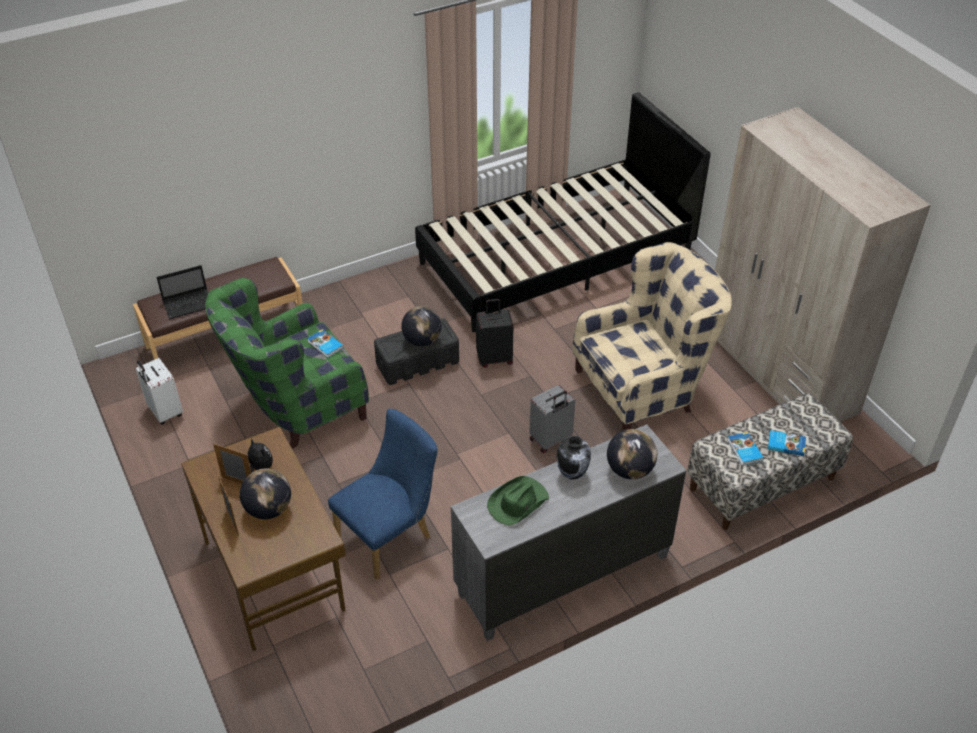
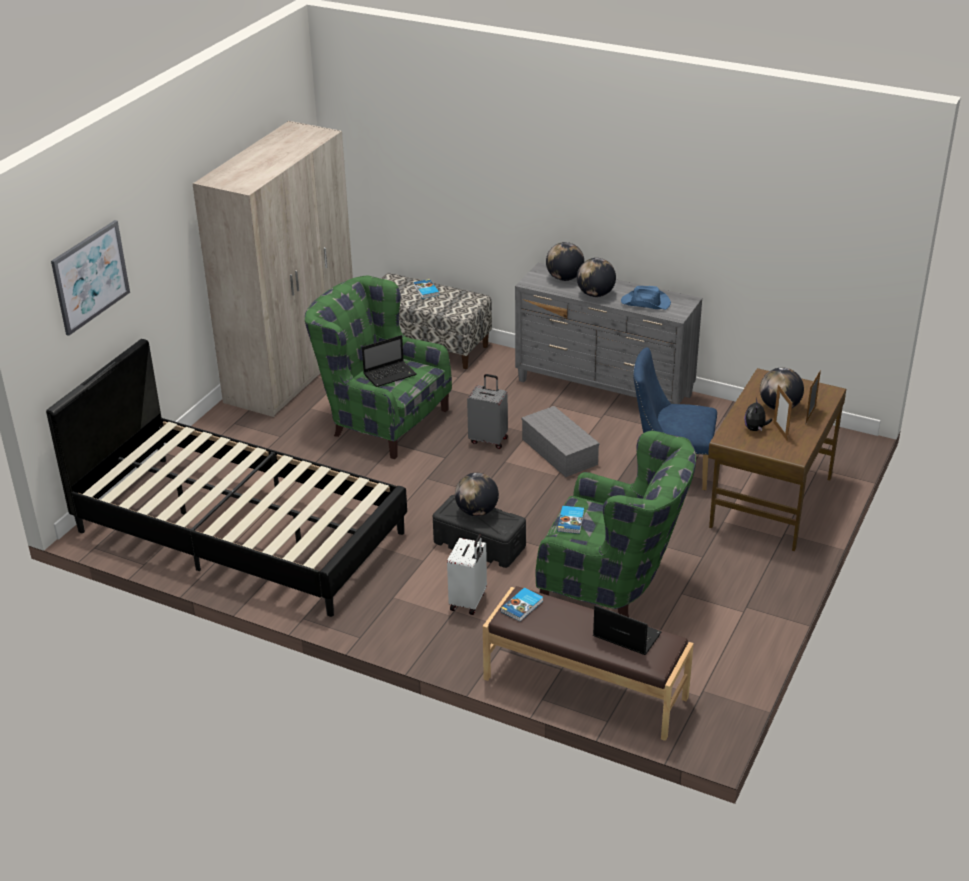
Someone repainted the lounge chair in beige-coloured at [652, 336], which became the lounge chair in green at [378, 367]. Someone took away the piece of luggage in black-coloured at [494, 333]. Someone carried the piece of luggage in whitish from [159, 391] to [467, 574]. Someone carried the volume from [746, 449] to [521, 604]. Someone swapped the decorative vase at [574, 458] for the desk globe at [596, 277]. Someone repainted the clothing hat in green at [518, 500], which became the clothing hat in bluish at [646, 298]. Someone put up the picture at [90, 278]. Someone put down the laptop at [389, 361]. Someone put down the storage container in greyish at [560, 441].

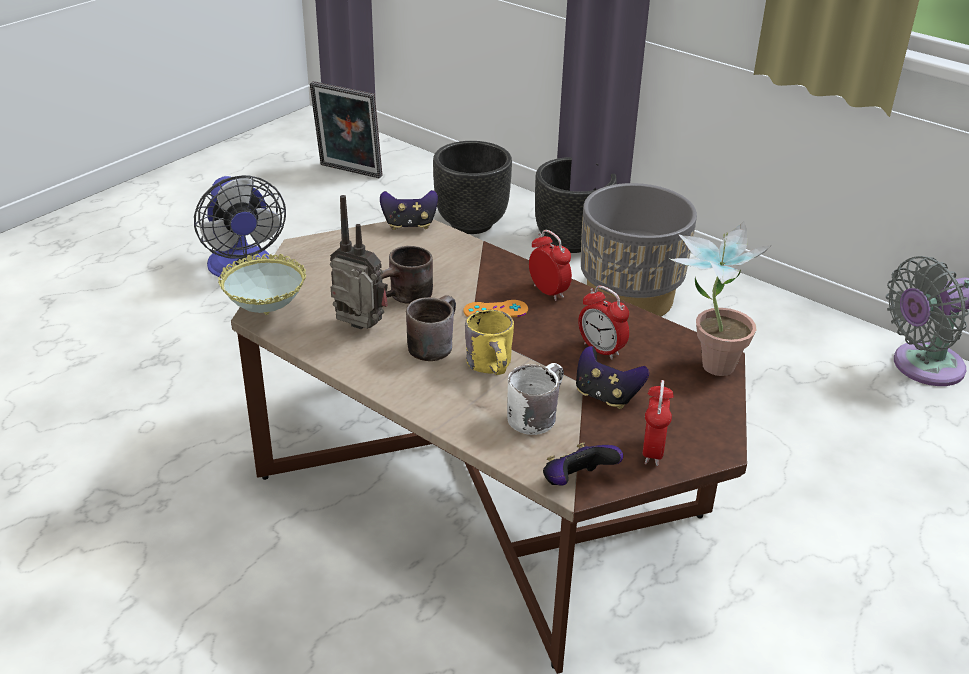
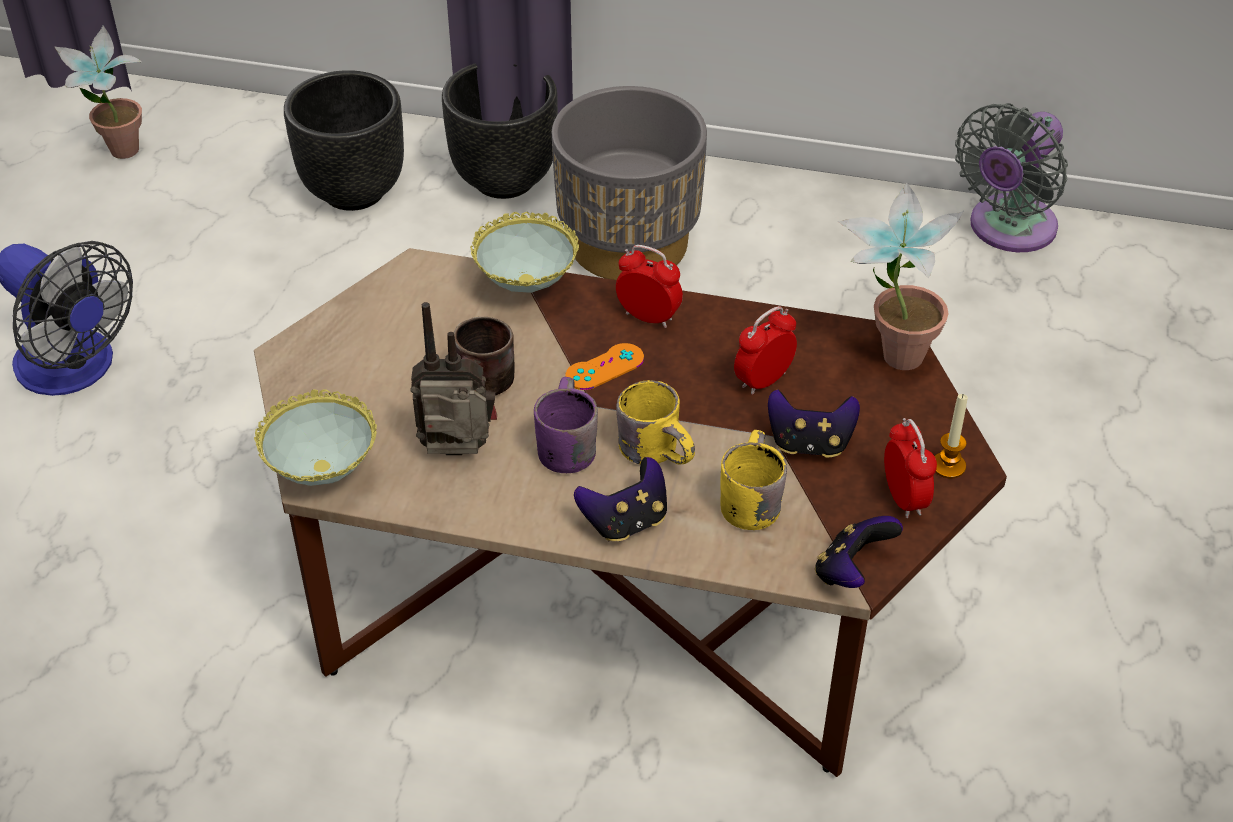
Someone swapped the photo frame at [346, 129] for the potted plant at [98, 92]. Someone carried the joypad from [409, 210] to [620, 499]. Someone rotated the alarm clock at [603, 323] by 120 degrees clockwise. Someone repainted the mug in brown at [431, 328], which became the mug in purple-coloured at [566, 425]. Someone repainted the mug in whitish at [535, 399], which became the mug in yellow at [753, 480]. Someone put down the serving bowl at [524, 252]. Someone put down the wax candle at [951, 436].

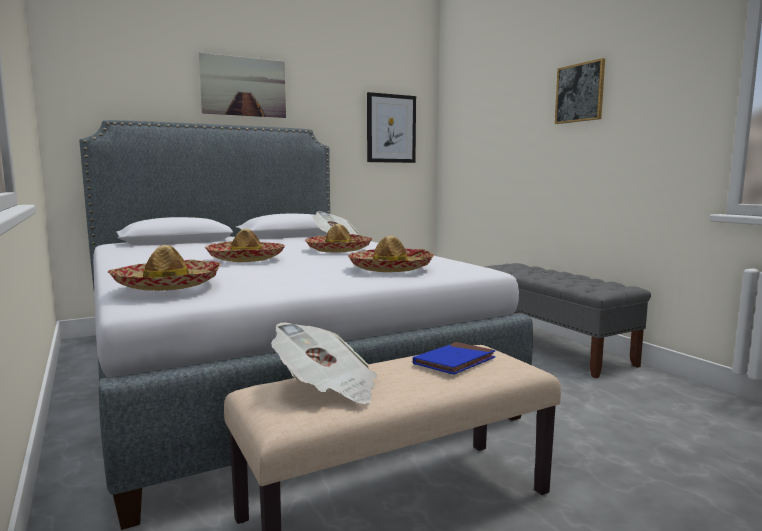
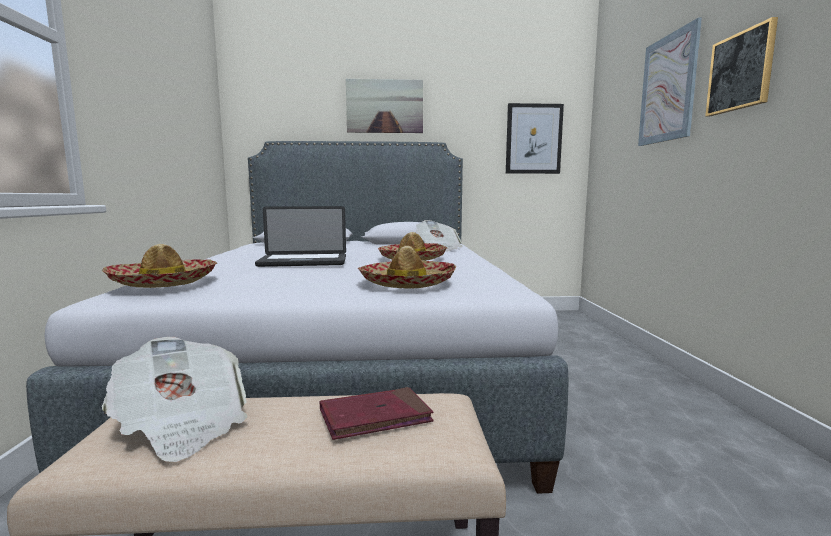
Someone swapped the clothing hat at [245, 245] for the laptop at [300, 236]. Someone took away the indoor bench in greyish at [568, 320]. Someone repainted the volume in bluish at [454, 358], which became the volume in red-coloured at [377, 413]. Someone put up the picture at [670, 81].

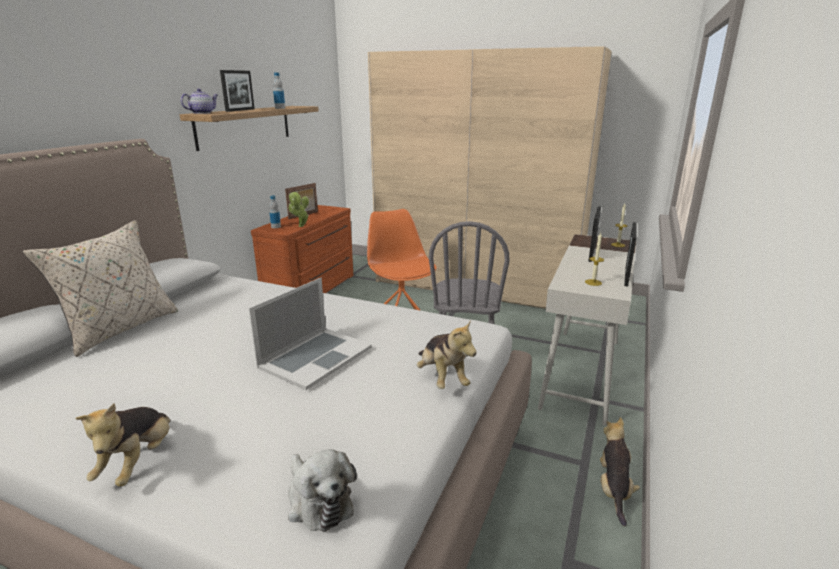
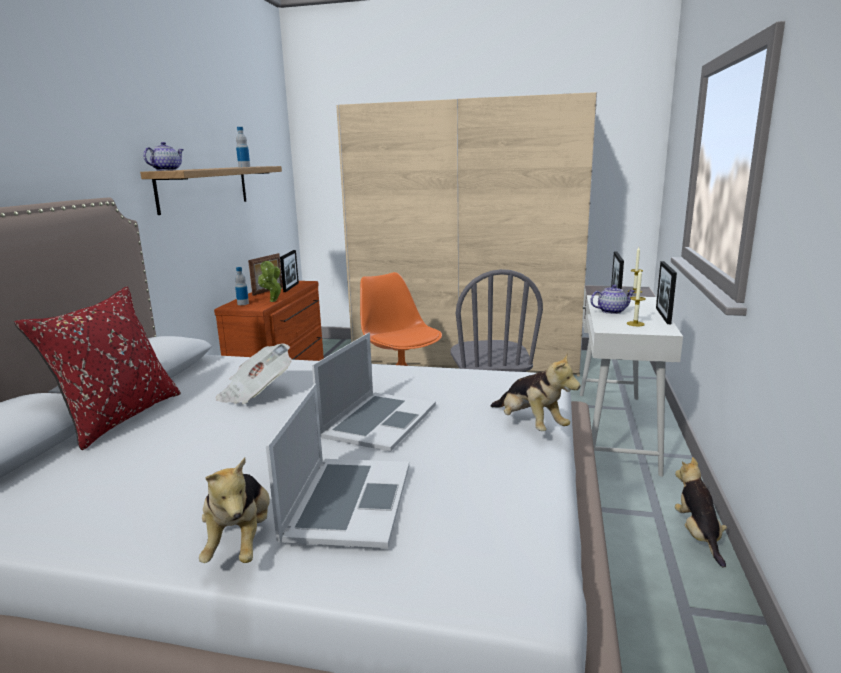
Someone carried the photo frame from [237, 91] to [289, 271]. Someone repainted the pillow in beige-coloured at [100, 288], which became the pillow in red-coloured at [97, 368]. Someone took away the soft toy at [322, 490]. Someone put down the pot for tea at [612, 299]. Someone put down the newspaper at [253, 373]. Someone put down the laptop at [337, 465].

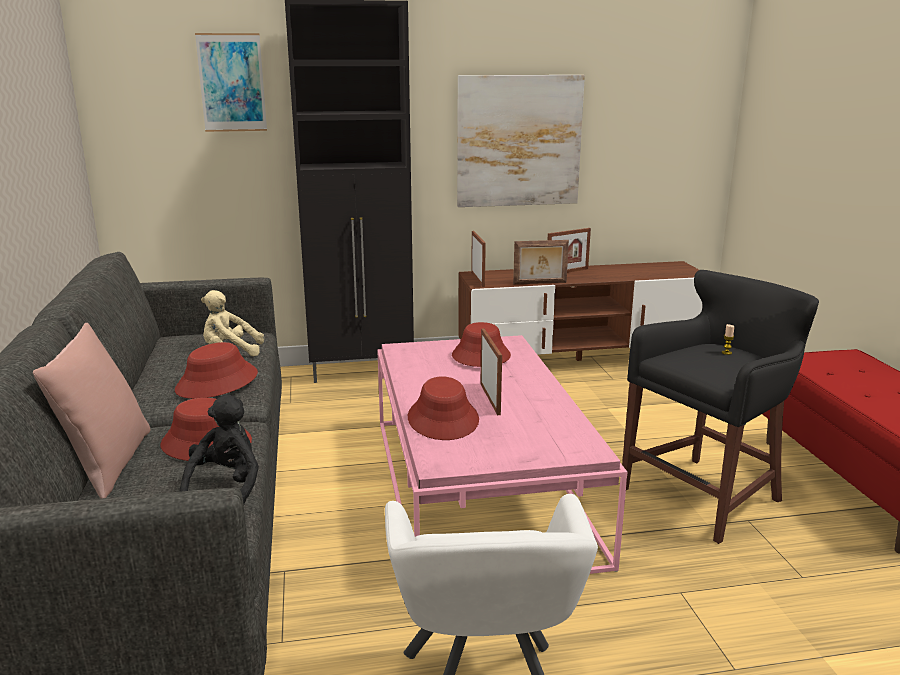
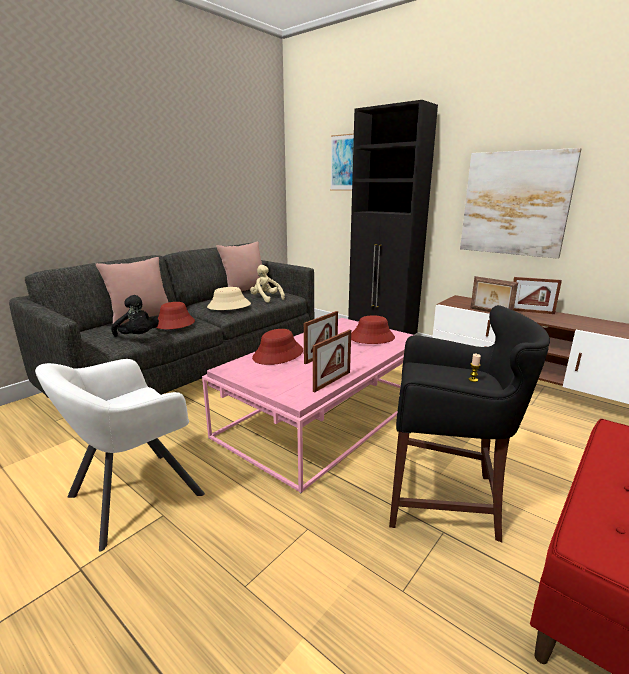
Someone carried the photo frame from [478, 259] to [332, 361]. Someone repainted the clothing hat in red-coloured at [216, 370], which became the clothing hat in beige-coloured at [229, 298]. Someone rotated the soft toy in black-coloured at [219, 449] by 75 degrees clockwise. Someone put down the pillow in pinkish at [242, 267].

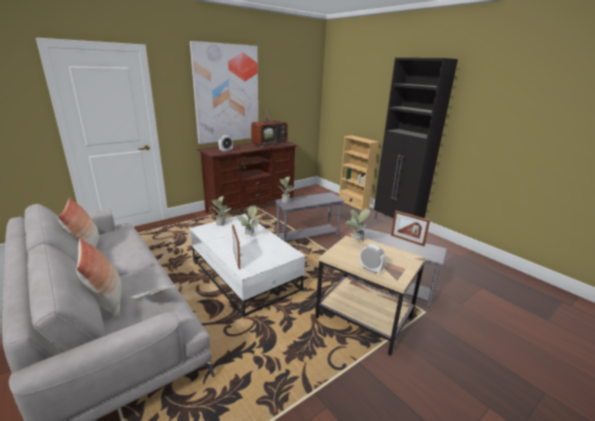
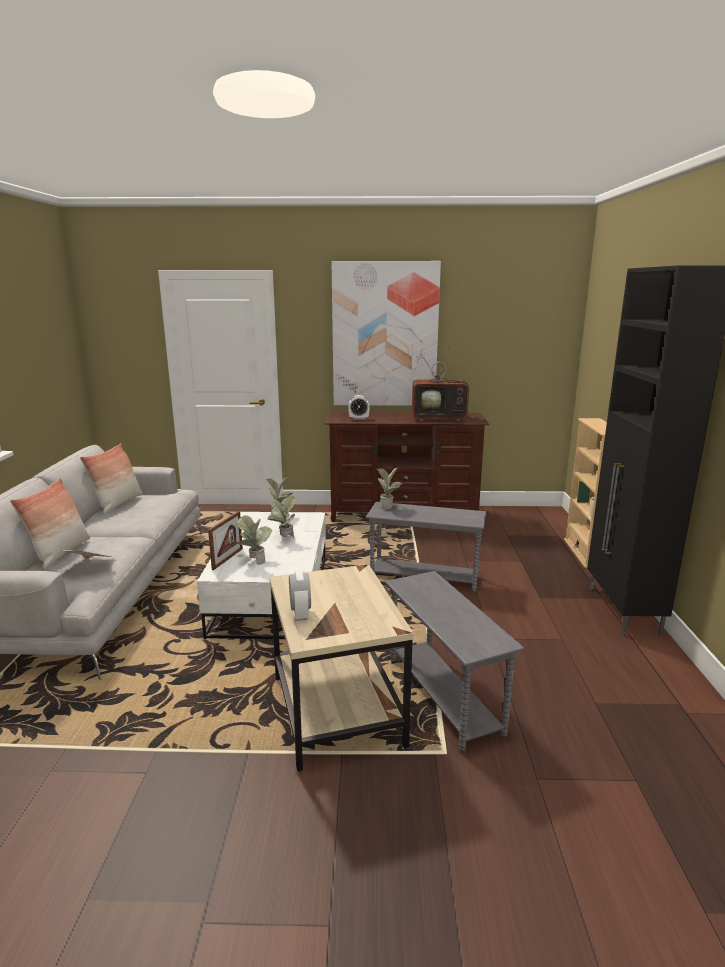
Someone carried the potted plant from [357, 225] to [254, 540]. Someone took away the photo frame at [410, 228].

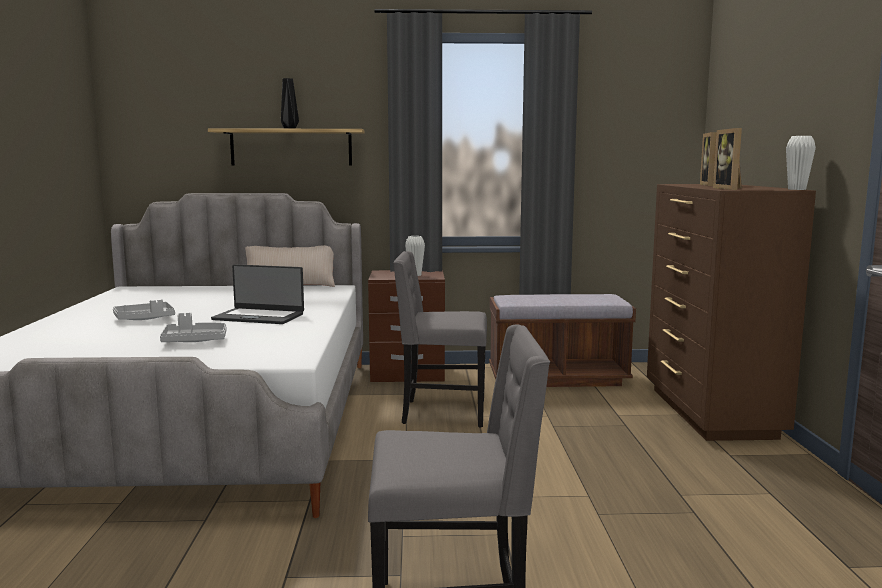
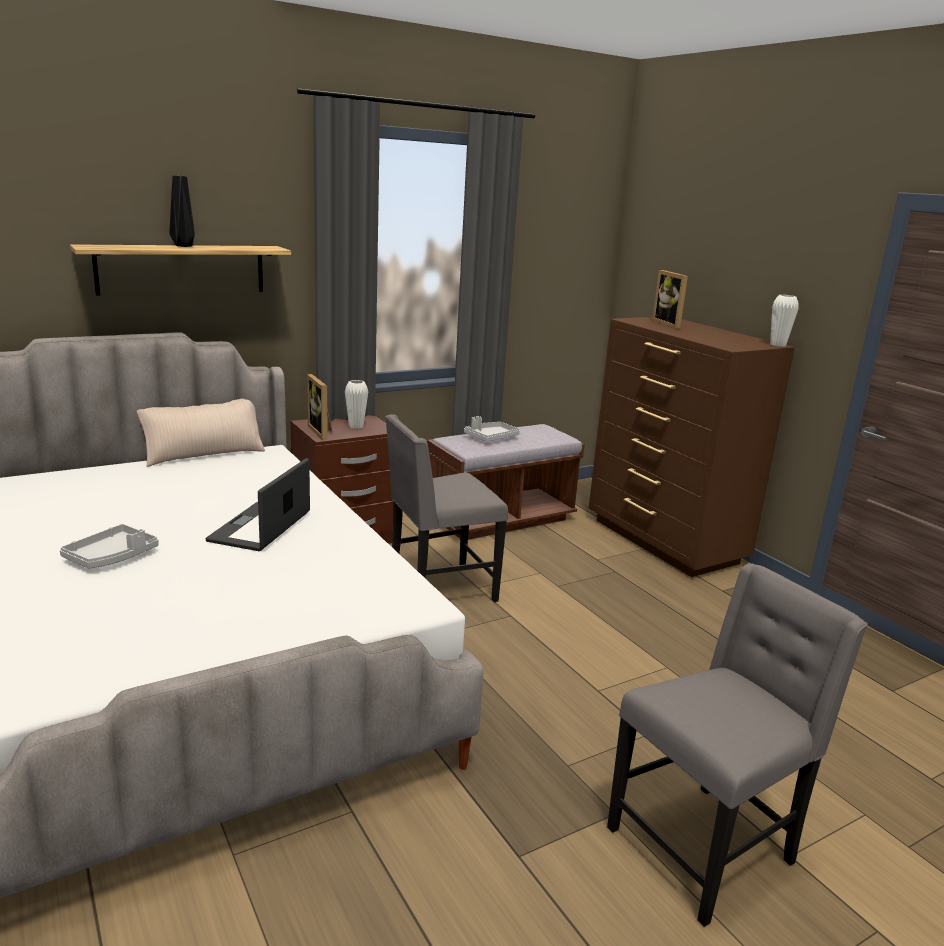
Someone carried the photo frame from [727, 159] to [319, 407]. Someone rotated the laptop at [257, 294] by 120 degrees clockwise. Someone carried the carrying tray in greyish from [193, 327] to [492, 429].

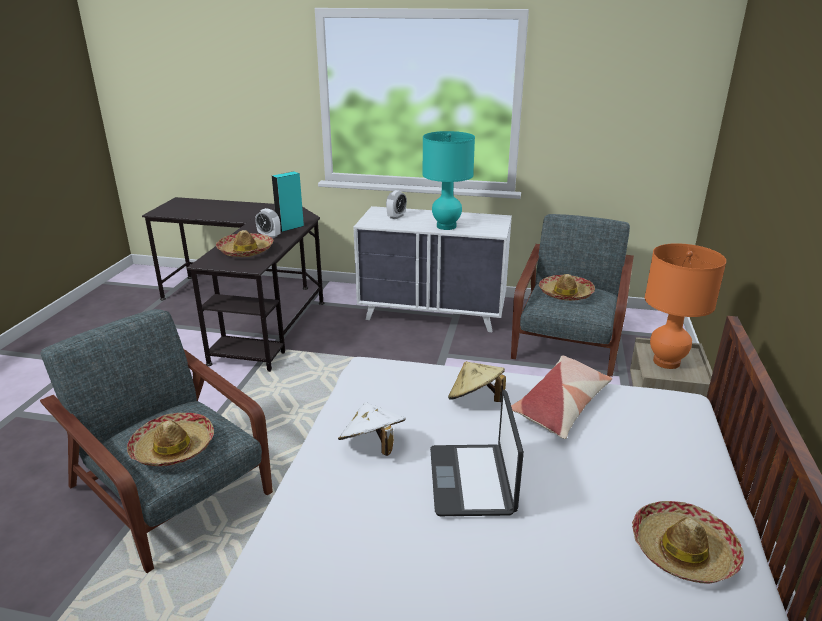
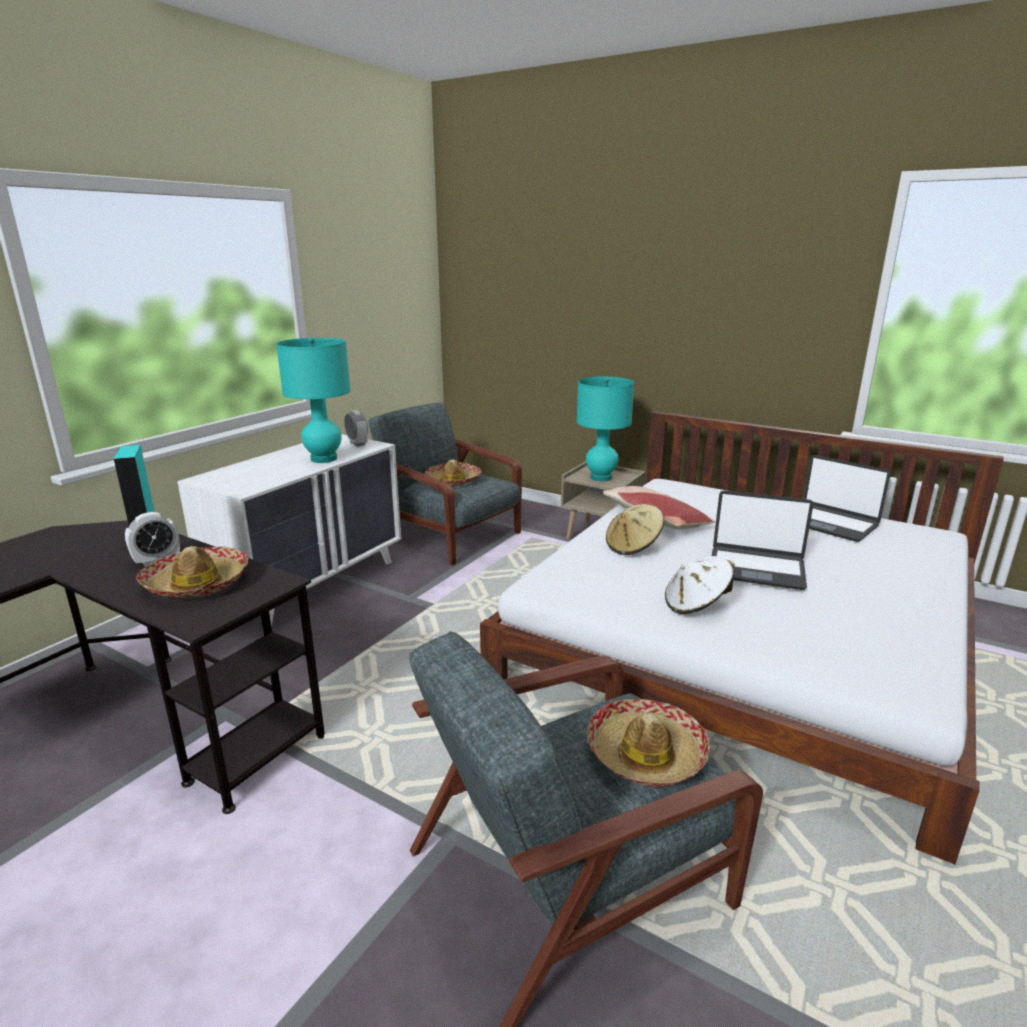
Someone carried the alarm clock from [396, 204] to [356, 428]. Someone repainted the tabletop lamp in orange at [685, 306], which became the tabletop lamp in turquoise at [605, 428]. Someone swapped the clothing hat at [688, 542] for the laptop at [847, 498].

